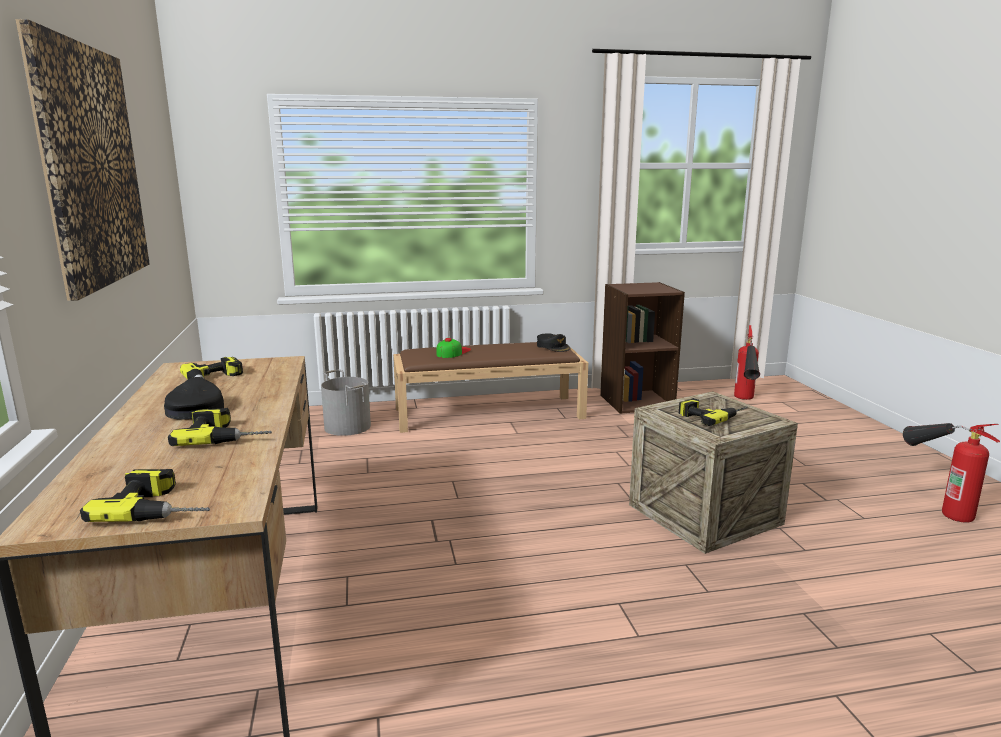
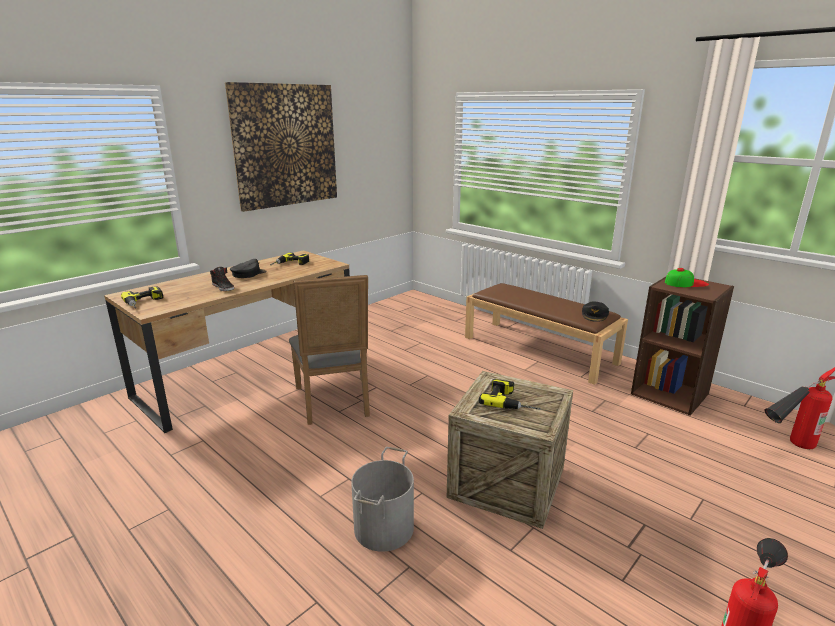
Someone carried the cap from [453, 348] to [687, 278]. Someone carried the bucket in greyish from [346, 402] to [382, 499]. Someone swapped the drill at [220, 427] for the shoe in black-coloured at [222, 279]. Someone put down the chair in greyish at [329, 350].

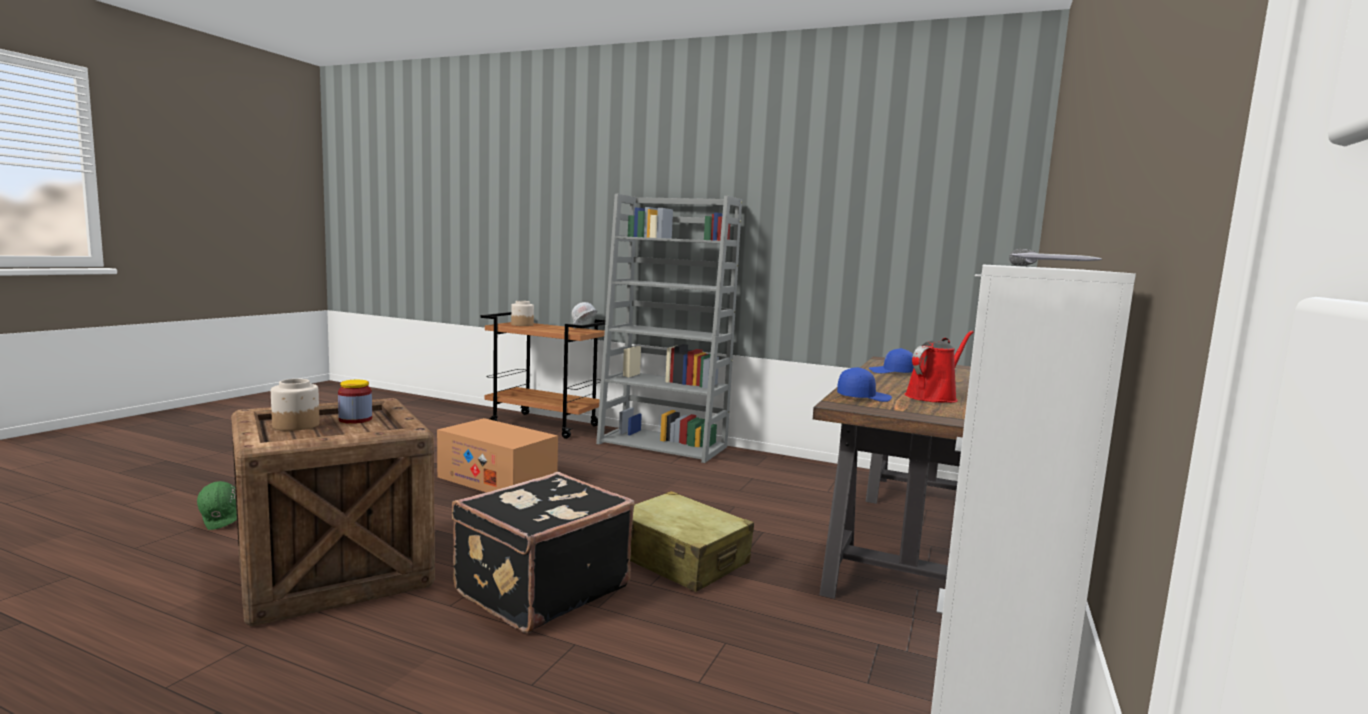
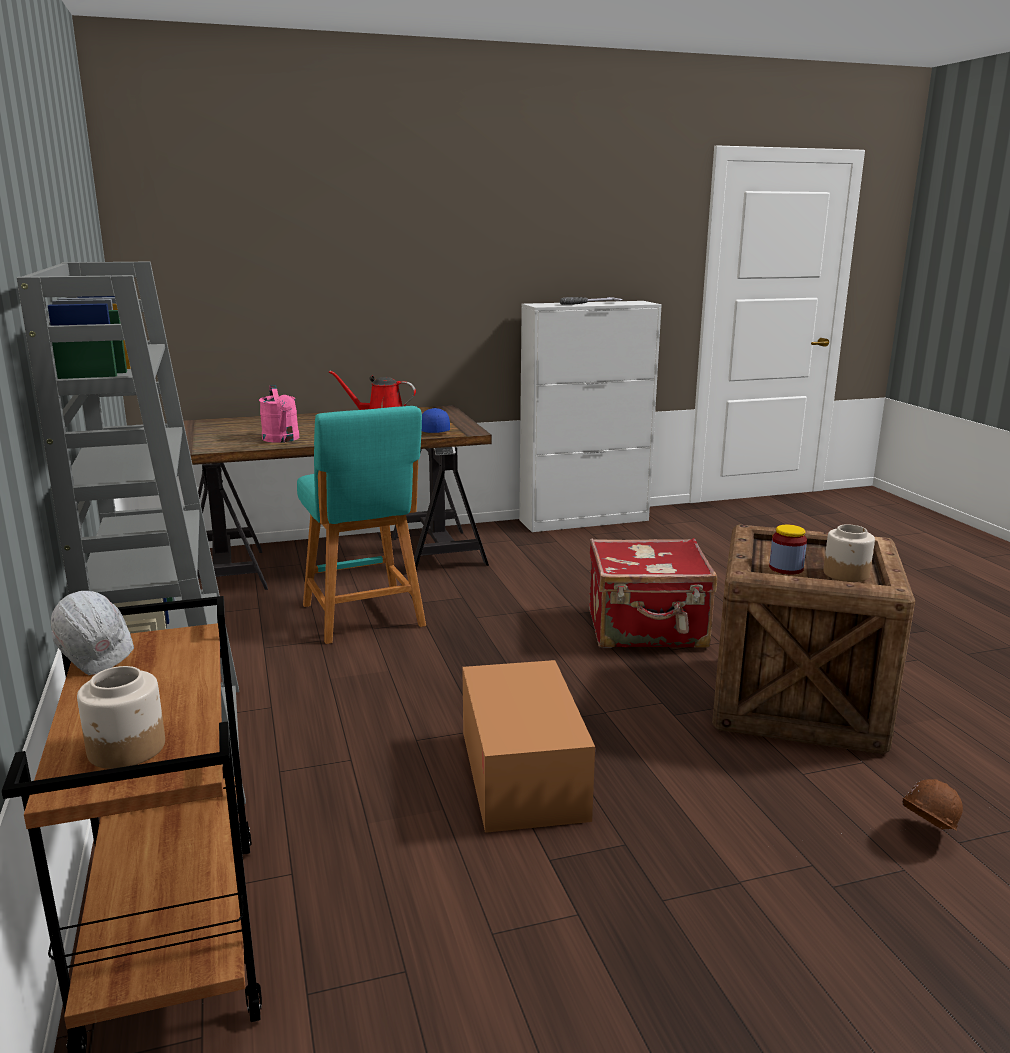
Someone swapped the cap in bluish at [891, 360] for the sprinkling can in pinkish at [279, 413]. Someone repainted the piece of luggage in black-coloured at [543, 552], which became the piece of luggage in red-coloured at [653, 593]. Someone repainted the hard hat in green at [217, 505], which became the hard hat in brown at [933, 805]. Someone took away the piece of luggage in beige-coloured at [692, 541]. Someone put down the stool in turquoise at [361, 525].

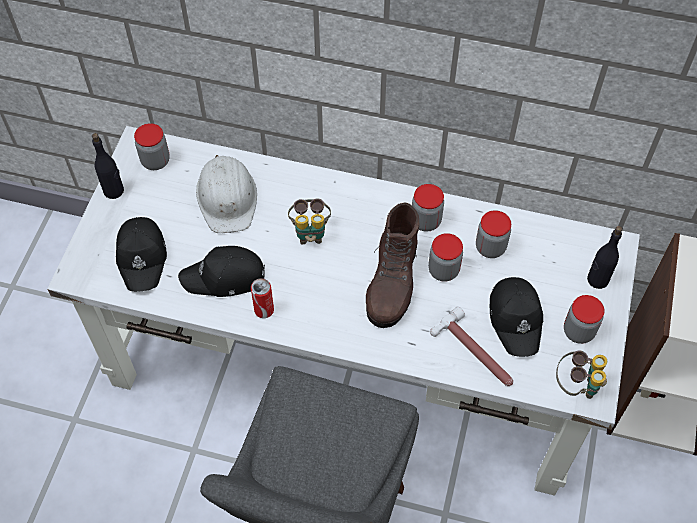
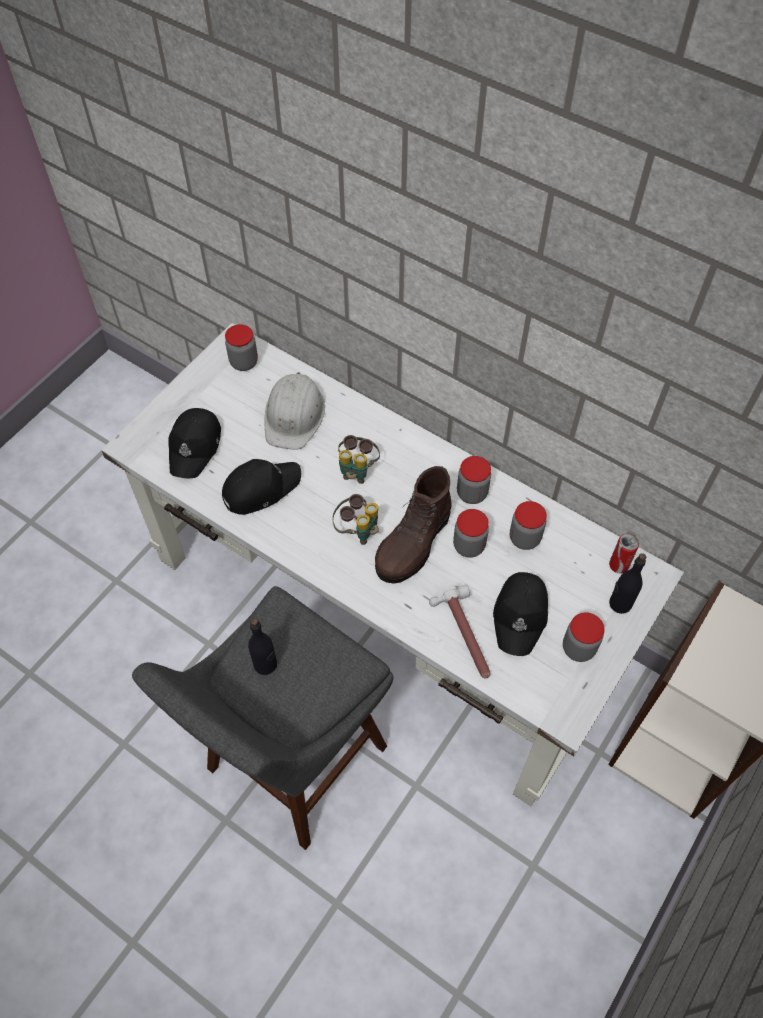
Someone carried the beverage bottle in black-coloured from [108, 166] to [262, 646]. Someone rotated the cap in black-coloured at [221, 271] by 135 degrees clockwise. Someone carried the metal can from [262, 298] to [624, 553]. Someone carried the pair of binoculars from [581, 375] to [355, 519].

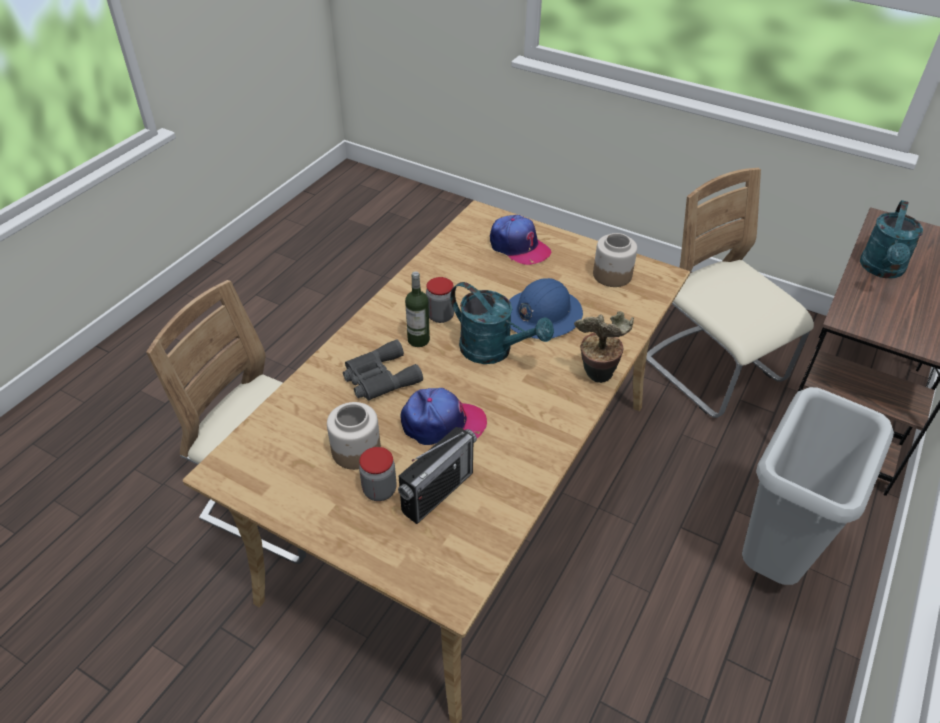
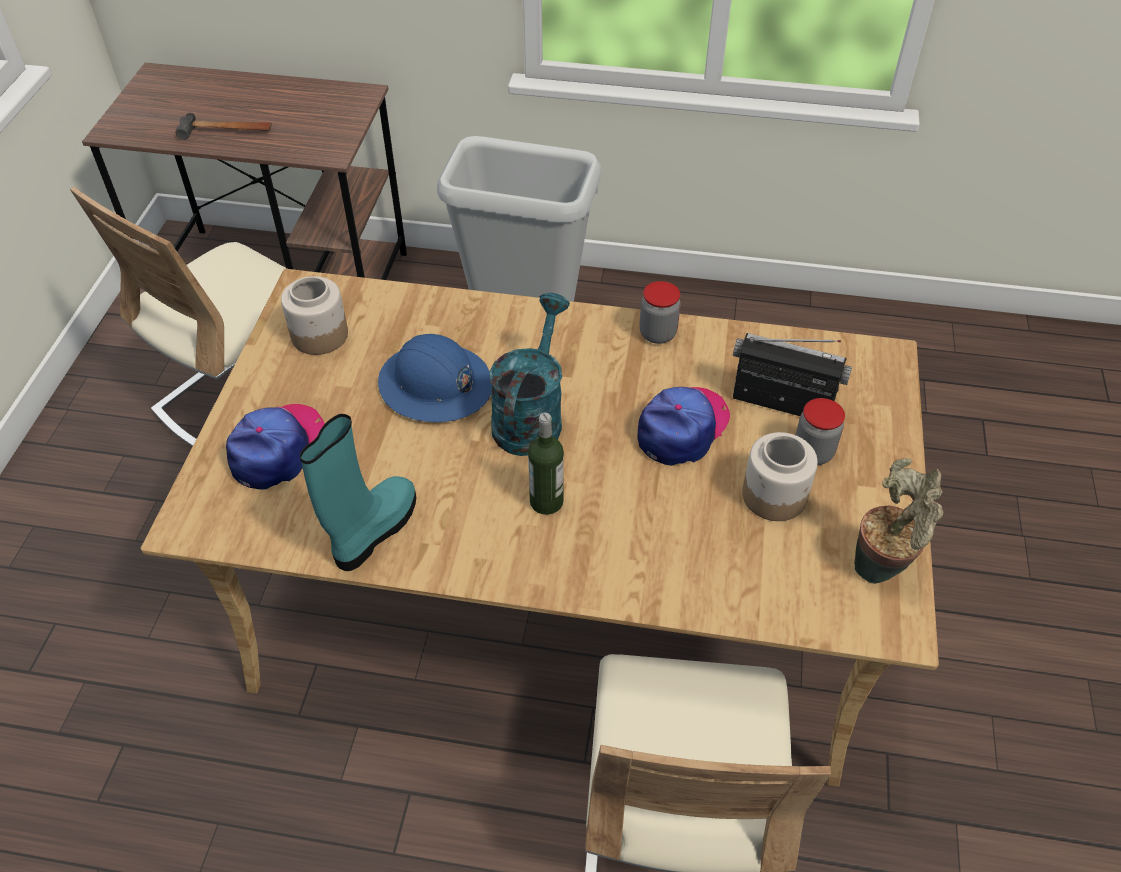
Someone swapped the sprinkling can in turquoise at [891, 239] for the tool hammer at [224, 126]. Someone carried the preserve jar from [440, 300] to [660, 312]. Someone carried the potted plant from [604, 347] to [898, 521]. Someone took away the pair of binoculars in greyish at [383, 369]. Someone rotated the cap at [444, 416] by 60 degrees clockwise. Someone put down the tall boot in turquoise at [358, 492].

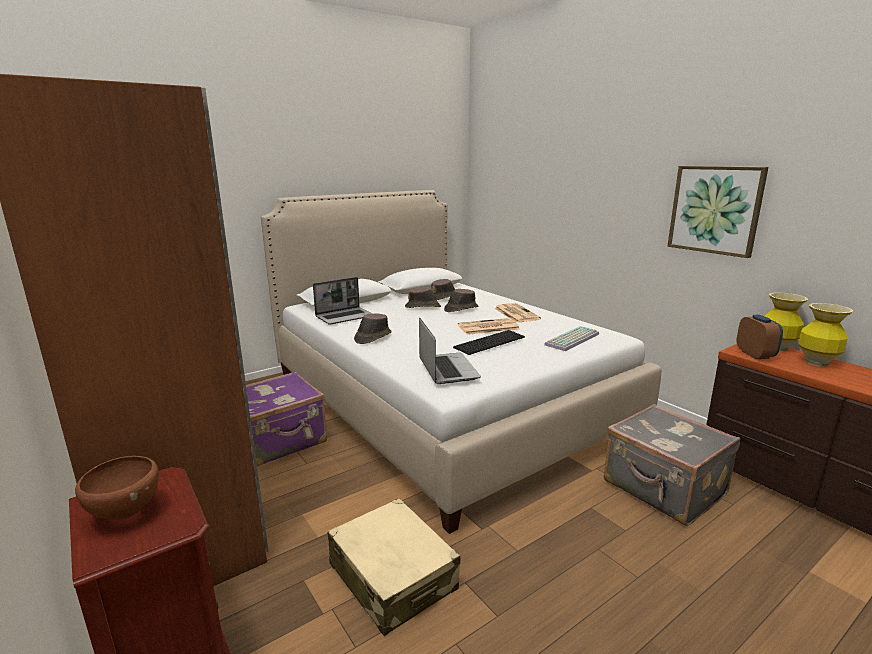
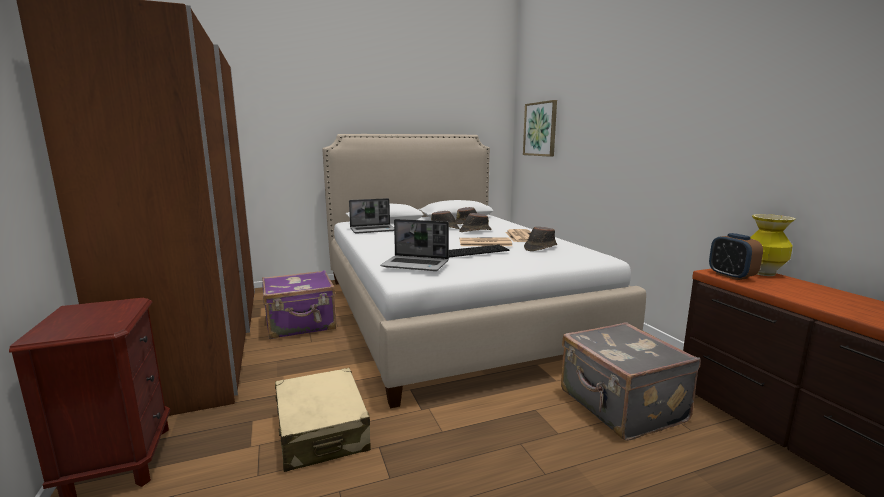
Someone carried the picture from [717, 212] to [540, 128]. Someone took away the decorative vase at [825, 335]. Someone carried the clothing hat in brown from [372, 328] to [540, 239]. Someone rotated the alarm clock at [760, 337] by 150 degrees clockwise. Someone rotated the laptop at [450, 351] by 105 degrees clockwise. Someone took away the keyboard at [571, 338]. Someone took away the serving bowl in brown at [117, 488].

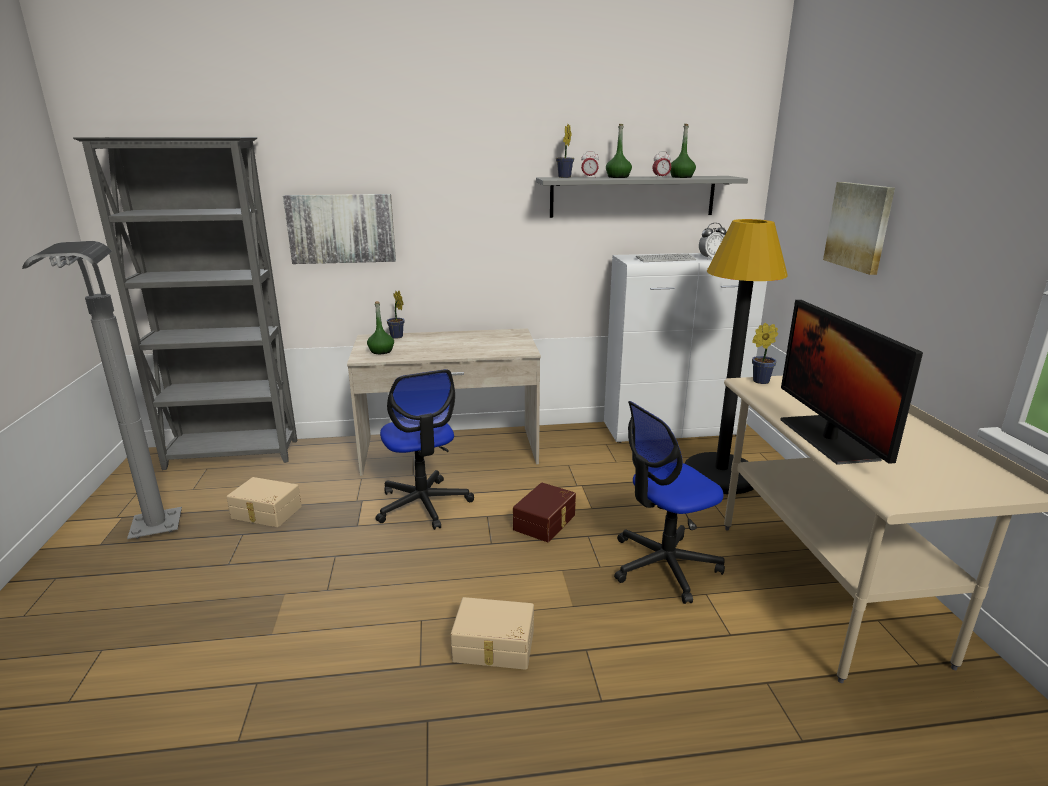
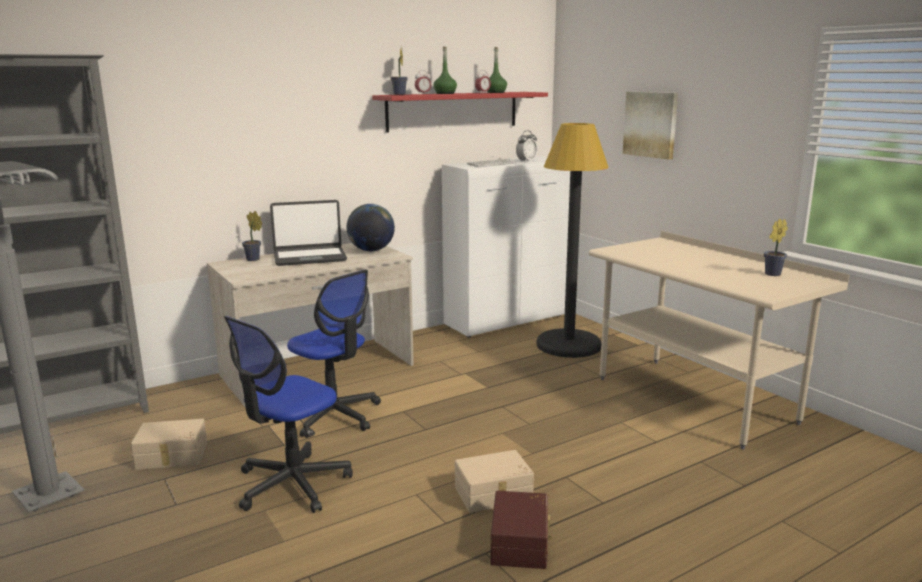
Someone repainted the shelf in greyish at [642, 197], which became the shelf in red-coloured at [460, 112]. Someone took away the picture at [339, 229]. Someone took away the computer display at [851, 382]. Someone took away the beverage bottle in green at [380, 327]. Someone carried the potted plant from [765, 353] to [776, 247]. Someone carried the office chair from [669, 502] to [288, 414]. Someone carried the storage container in brown from [544, 512] to [521, 530]. Someone put down the laptop at [308, 233]. Someone put down the desk globe at [371, 227].

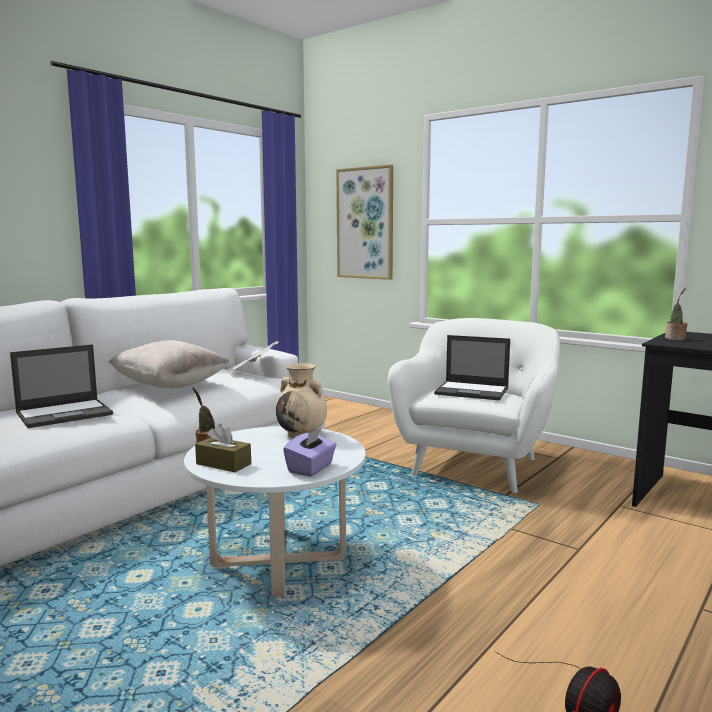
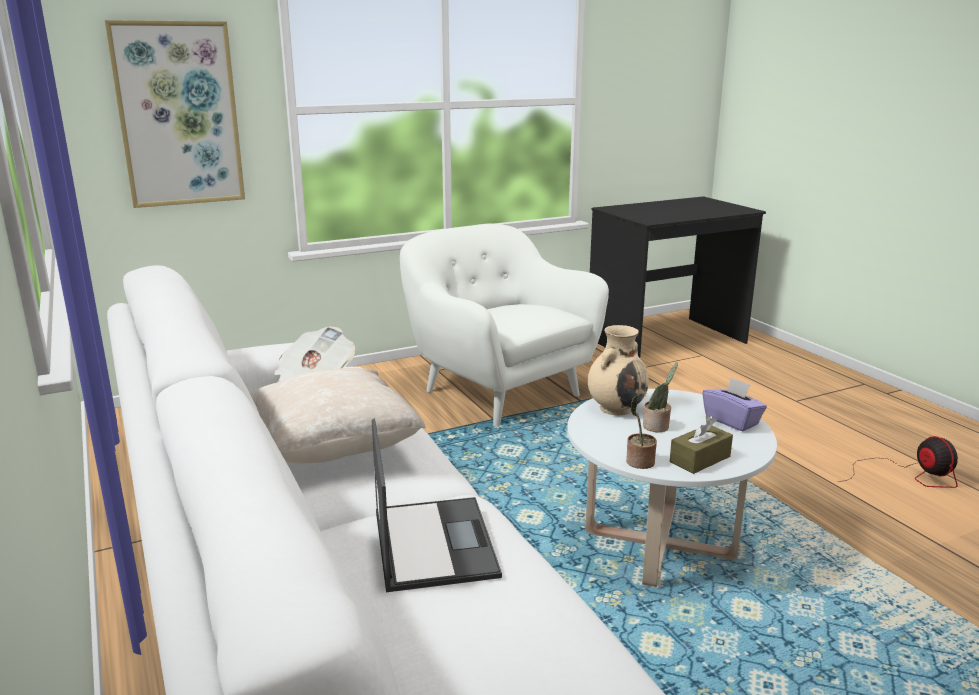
Someone carried the potted plant from [676, 314] to [660, 397]. Someone took away the laptop at [472, 368].

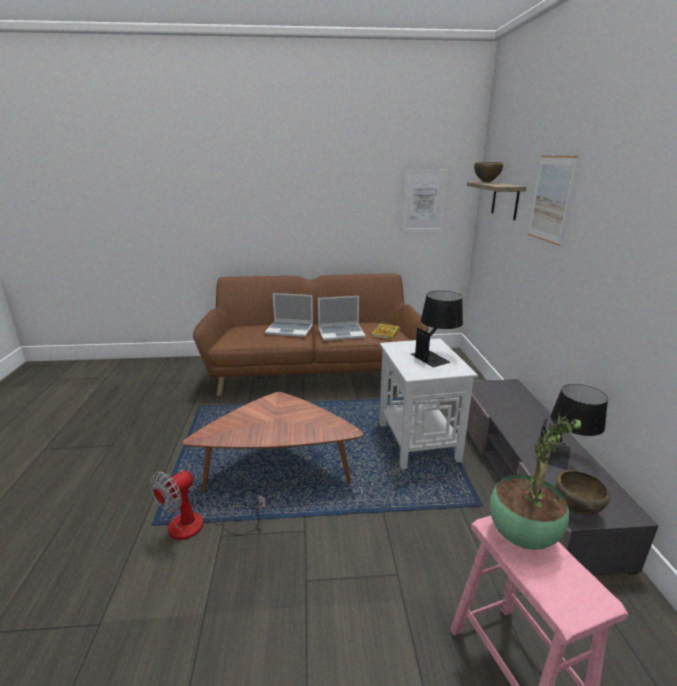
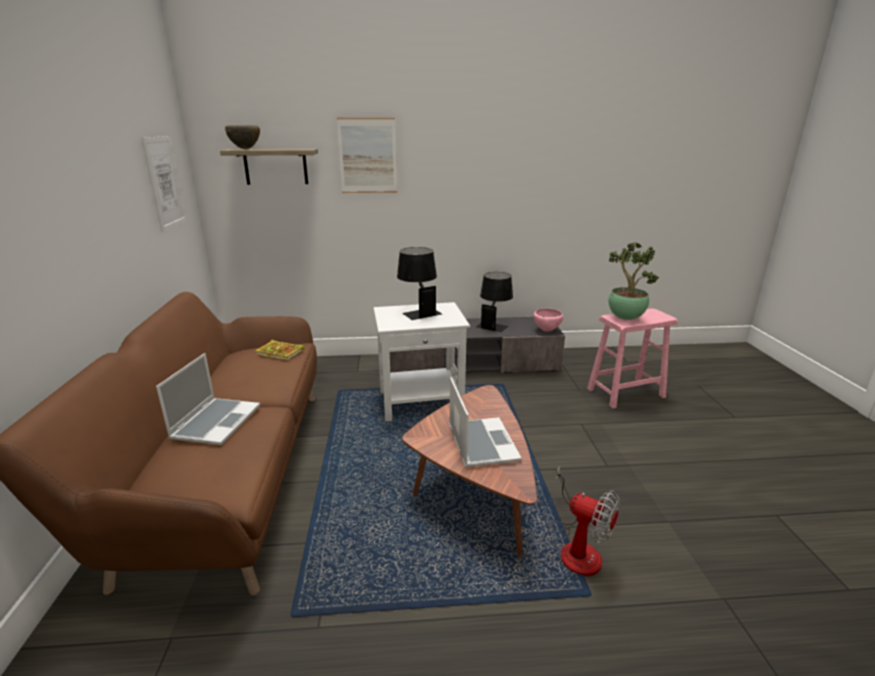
Someone carried the laptop from [342, 318] to [485, 422]. Someone repainted the serving bowl in brown at [583, 493], which became the serving bowl in pinkish at [548, 320].

